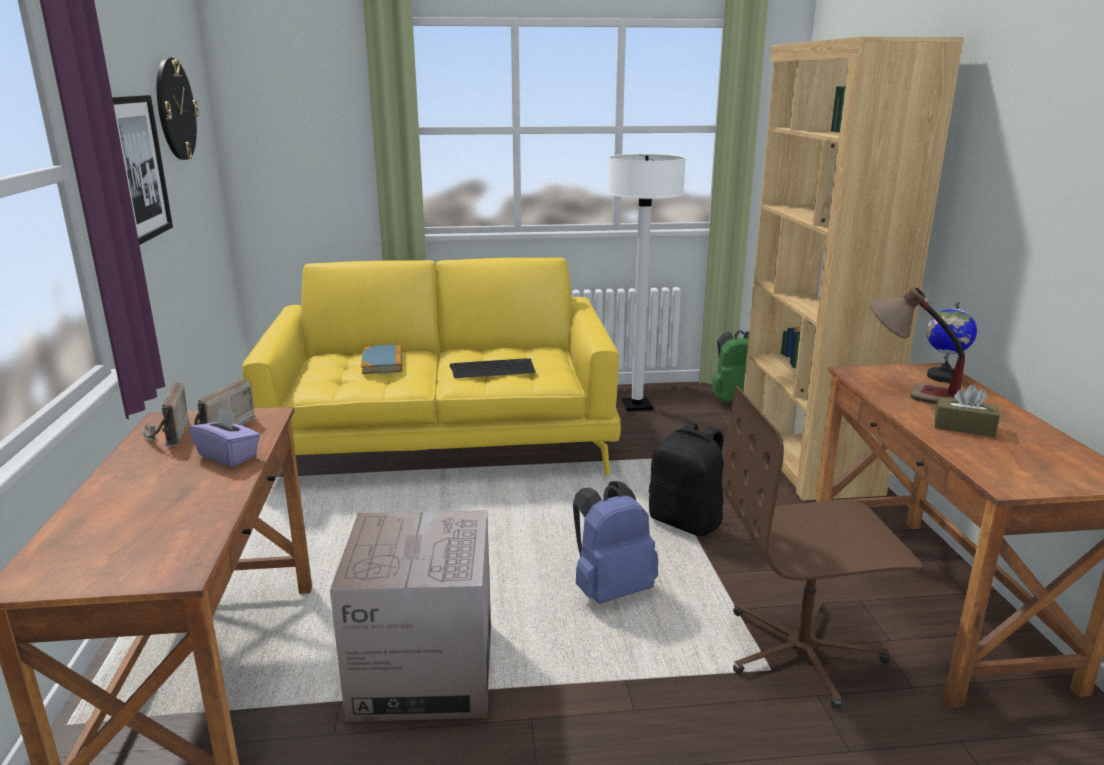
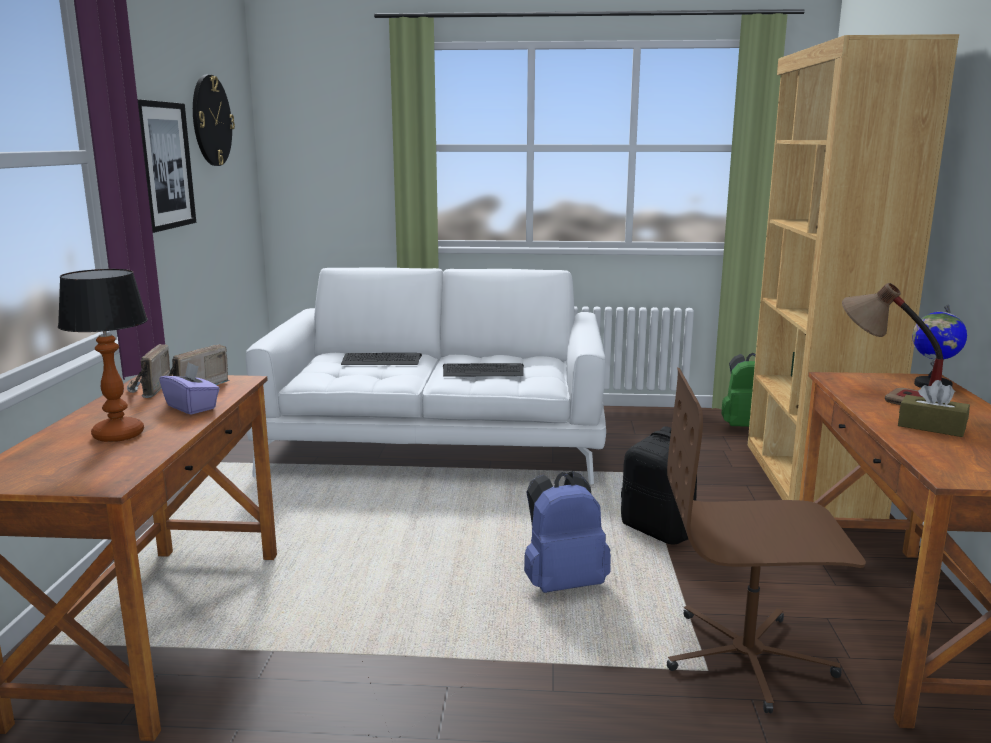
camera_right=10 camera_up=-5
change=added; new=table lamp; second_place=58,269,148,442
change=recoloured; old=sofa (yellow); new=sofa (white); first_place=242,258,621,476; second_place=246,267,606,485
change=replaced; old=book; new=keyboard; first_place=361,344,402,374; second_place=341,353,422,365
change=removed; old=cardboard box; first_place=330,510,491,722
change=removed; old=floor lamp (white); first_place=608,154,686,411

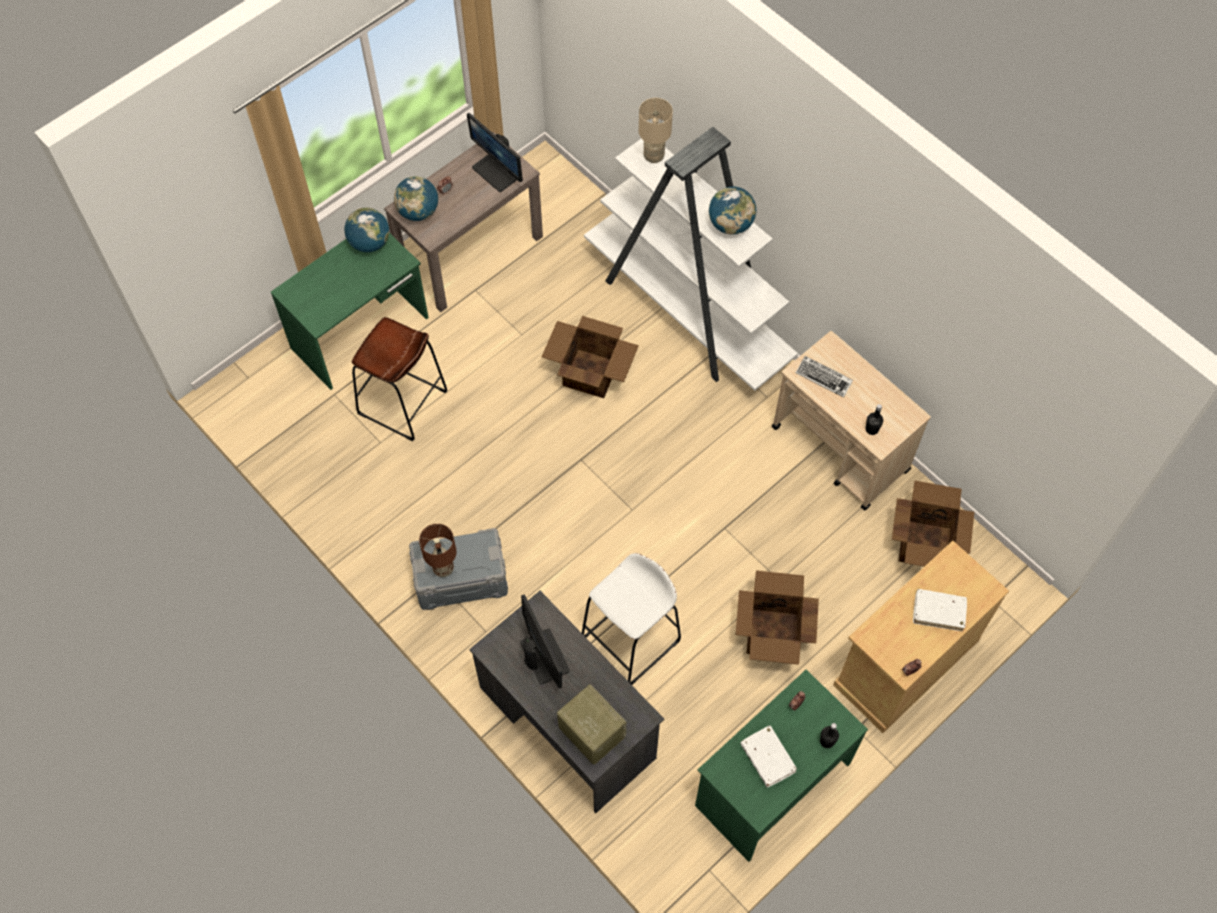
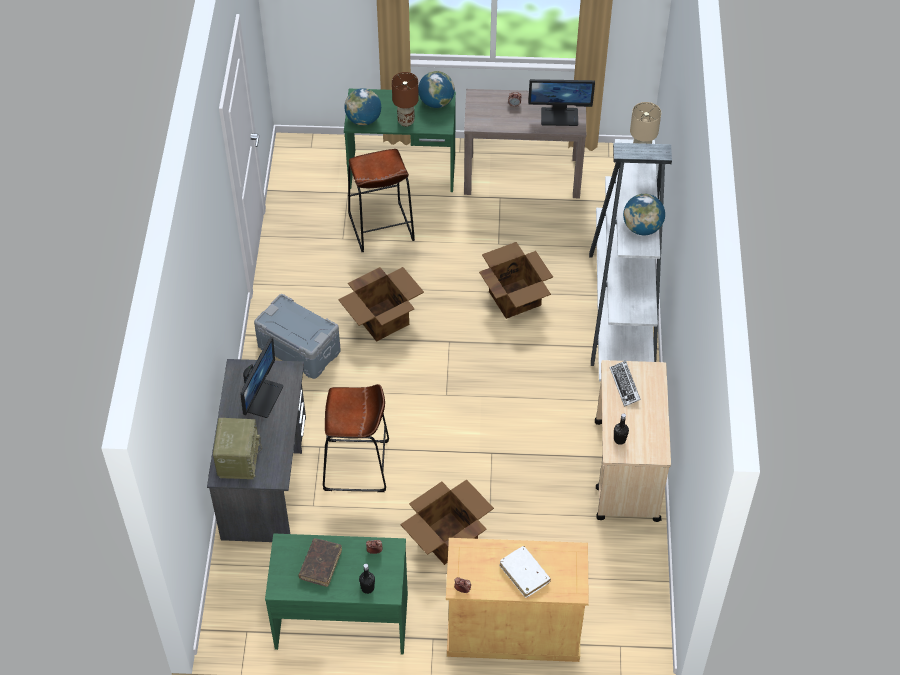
camera_right=45 camera_up=-10
change=recoloured; old=book (white); new=book (brown); first_place=740,725,797,787; second_place=299,538,342,587
change=recoloured; old=stool (white); new=stool (brown); first_place=582,553,681,685; second_place=323,384,389,492
change=moved; old=cardboard box; first_place=892,481,974,567; second_place=338,267,424,342
change=moved; old=globe; first_place=394,176,438,221; second_place=345,88,381,126
change=moved; old=table lamp (brown); first_place=419,524,456,577; second_place=392,72,419,127
change=turned; old=monitor; first_place=467,113,523,192; second_place=528,79,595,126; degrees=-90

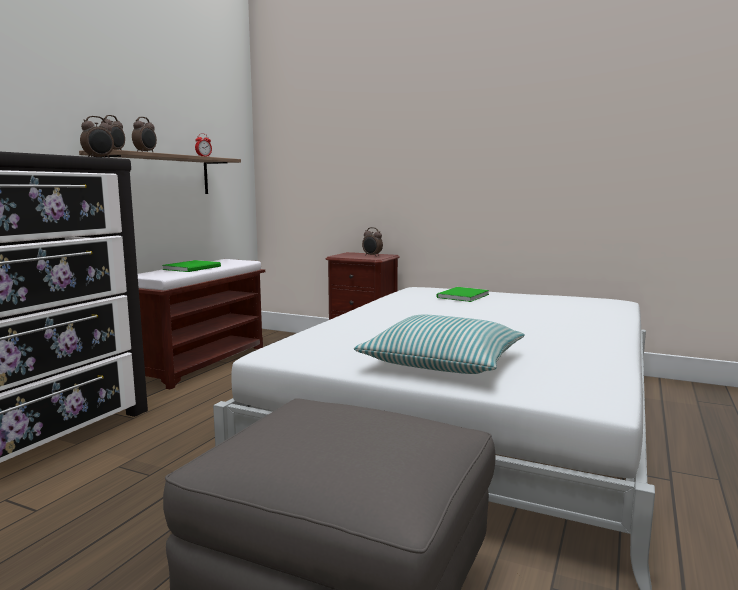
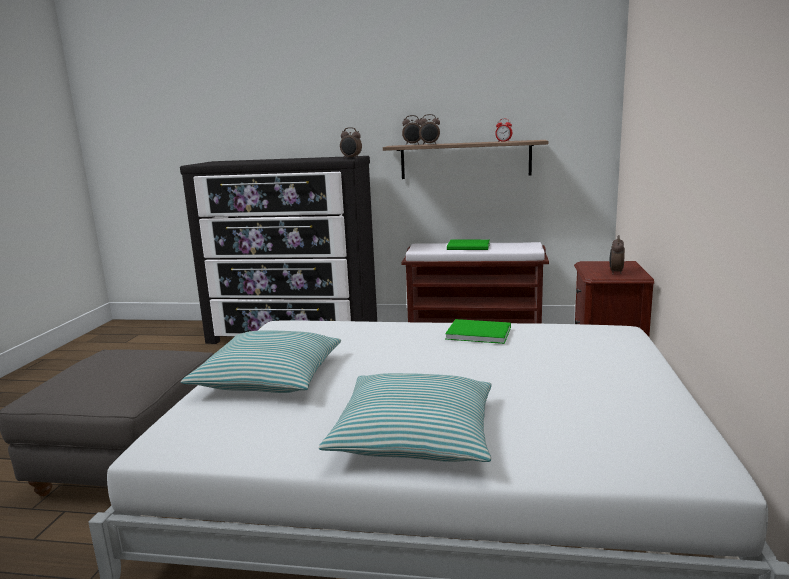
camera_right=75 camera_up=5
change=added; new=pillow; second_place=319,373,492,462
change=moved; old=book (green); first_place=437,287,489,302; second_place=445,319,511,344

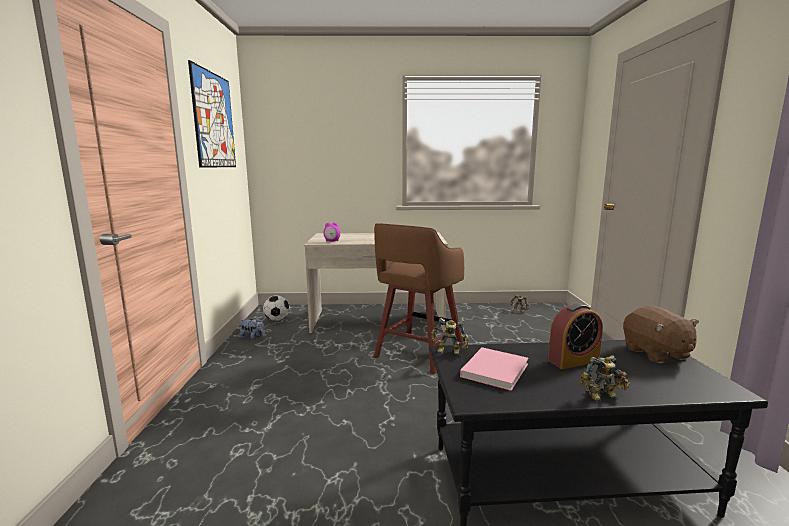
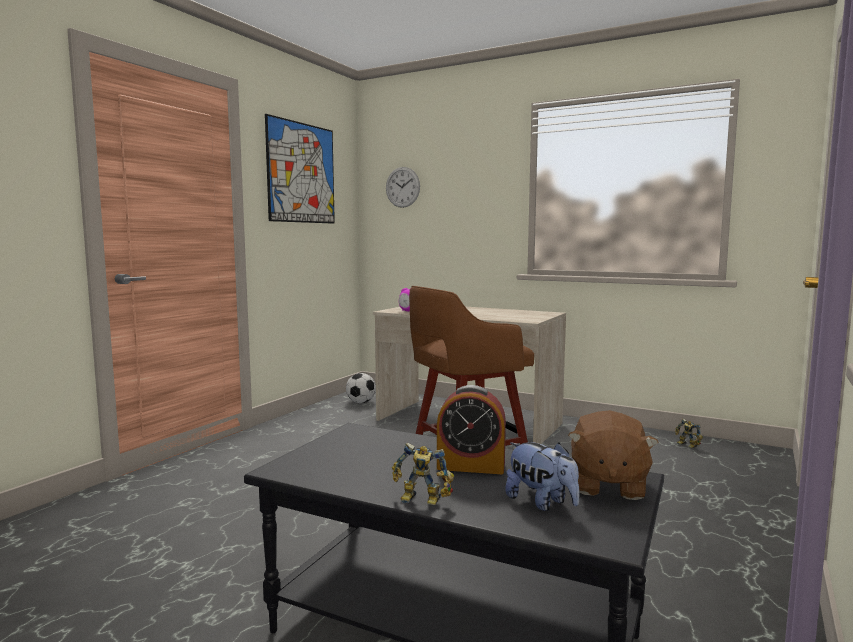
camera_right=30 camera_up=-5
change=added; new=wall clock; second_place=386,167,420,208
change=moved; old=plush toy; first_place=240,317,265,340; second_place=505,442,580,511
change=removed; old=toy robot; first_place=431,318,470,354
change=removed; old=book (pink); first_place=460,347,529,391

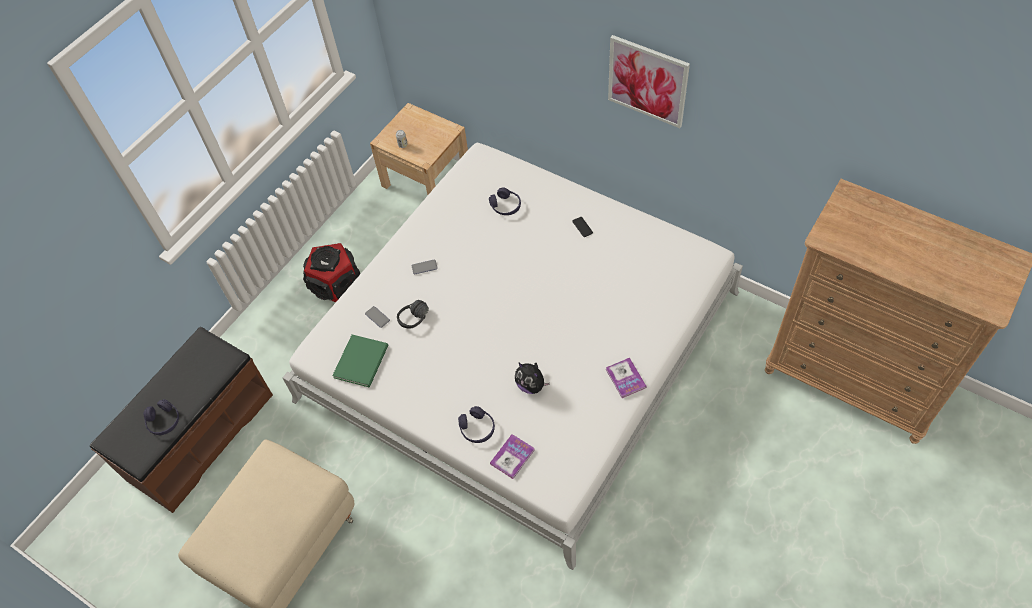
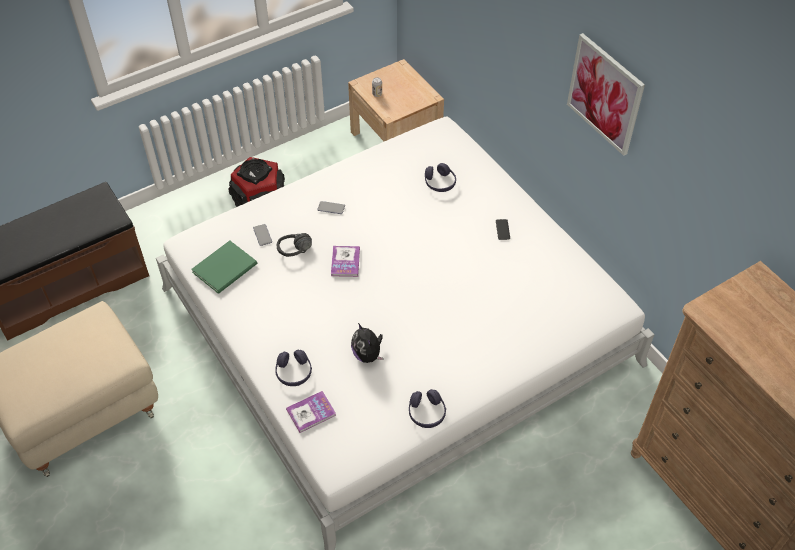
camera_right=20 camera_up=-5
change=moved; old=book; first_place=606,358,647,398; second_place=331,246,360,277
change=moved; old=headphones (purple); first_place=144,399,179,435; second_place=409,389,446,428

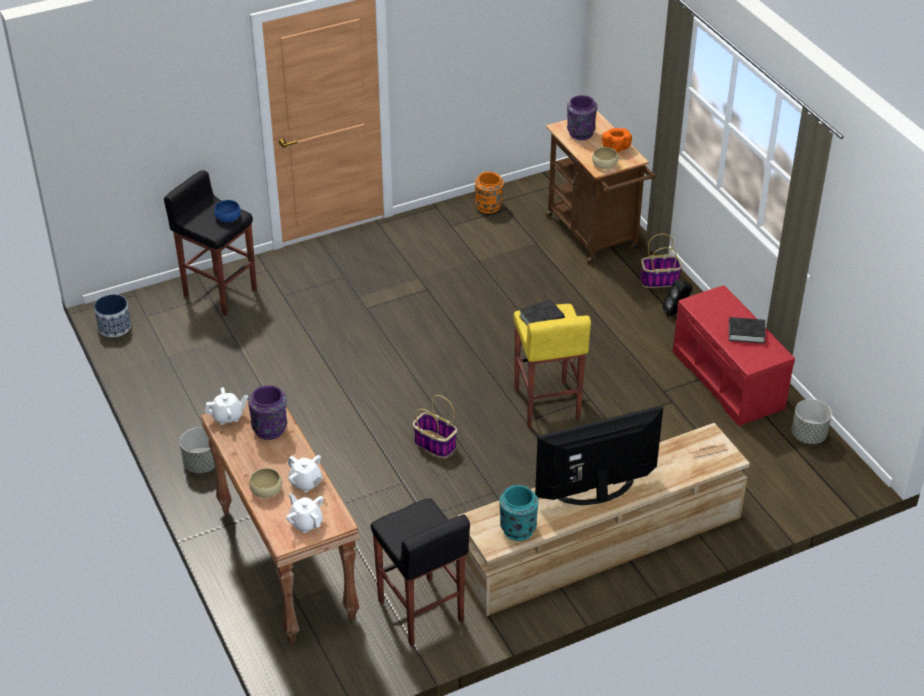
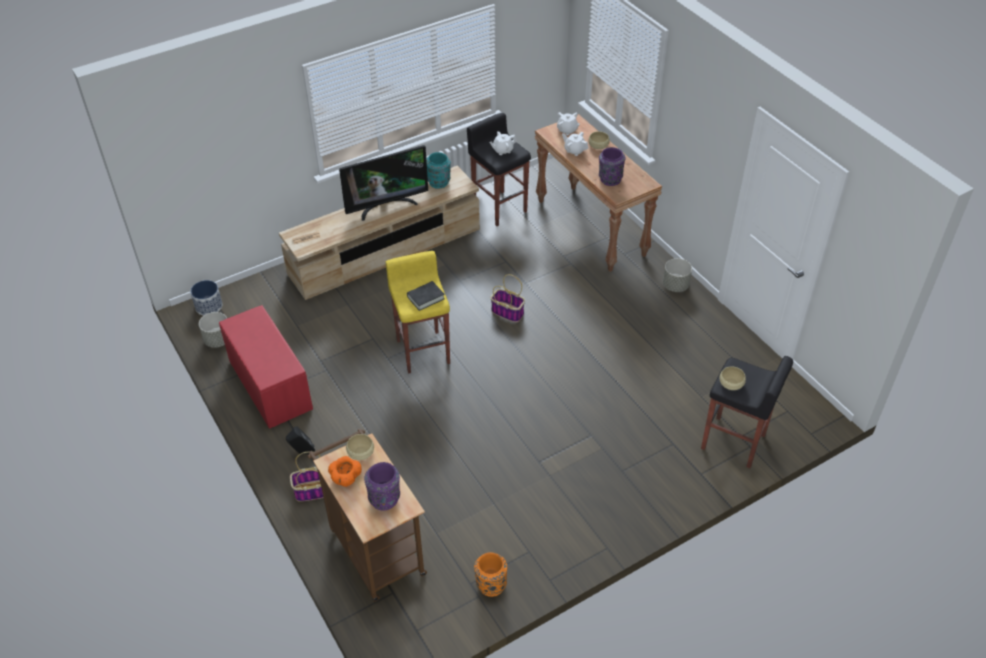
camera_right=175 camera_up=5
change=moved; old=planter; first_place=94,294,131,337; second_place=190,280,223,316
change=moved; old=teapot (white); first_place=205,387,248,425; second_place=489,131,517,155
change=recoloured; old=bowl (blue); new=bowl (beige); first_place=214,200,241,222; second_place=719,366,746,390
change=removed; old=book (black); first_place=729,317,766,343

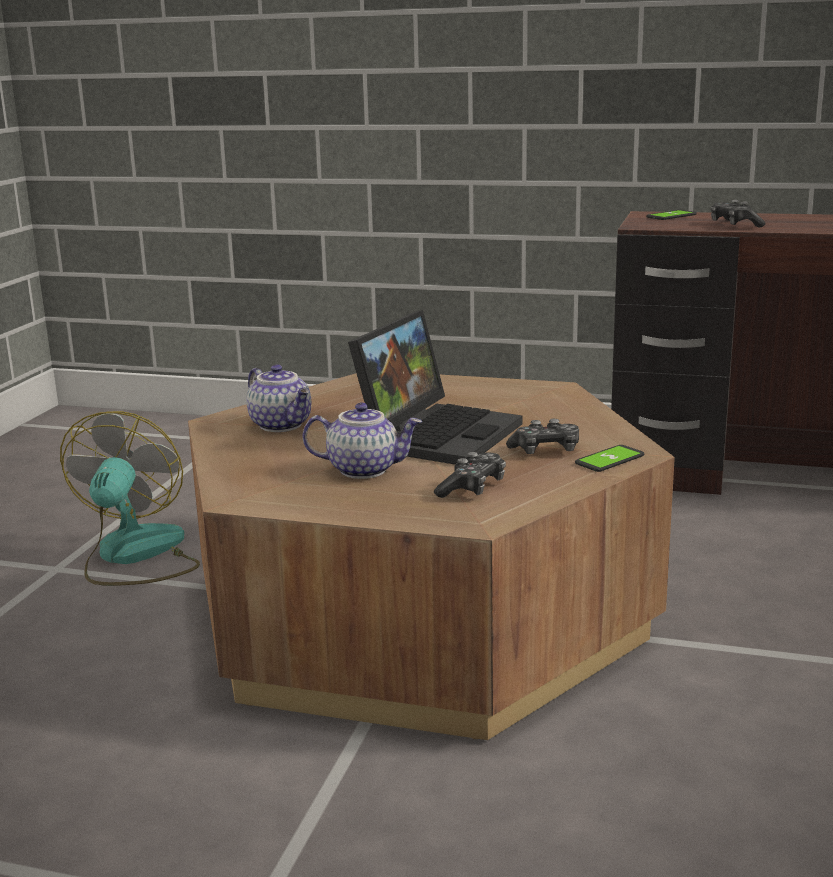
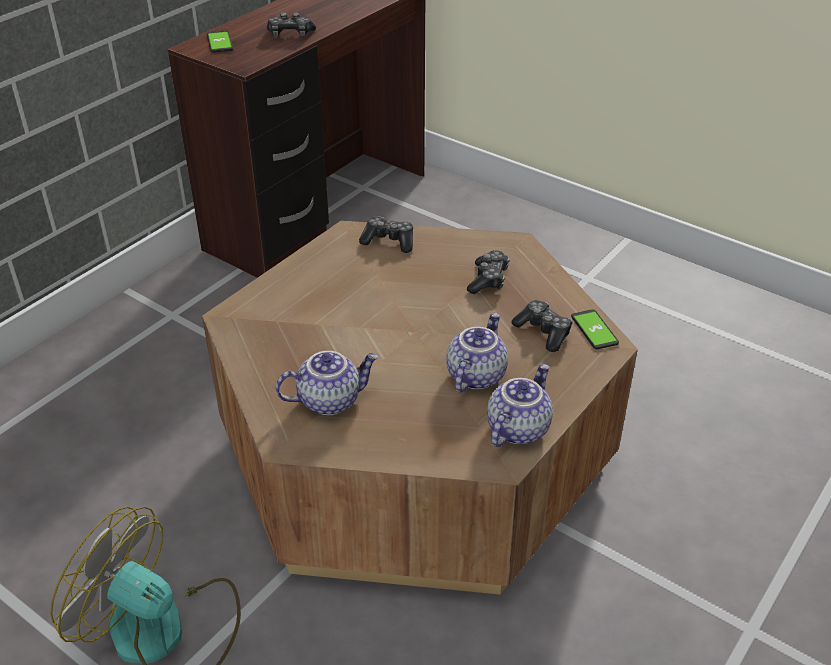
camera_right=-70 camera_up=20
change=added; new=game controller; second_place=359,216,413,253
change=added; new=teapot; second_place=487,364,553,447
change=moved; old=phone; first_place=575,445,644,472; second_place=571,309,619,349
change=removed; old=laptop; first_place=348,310,523,464

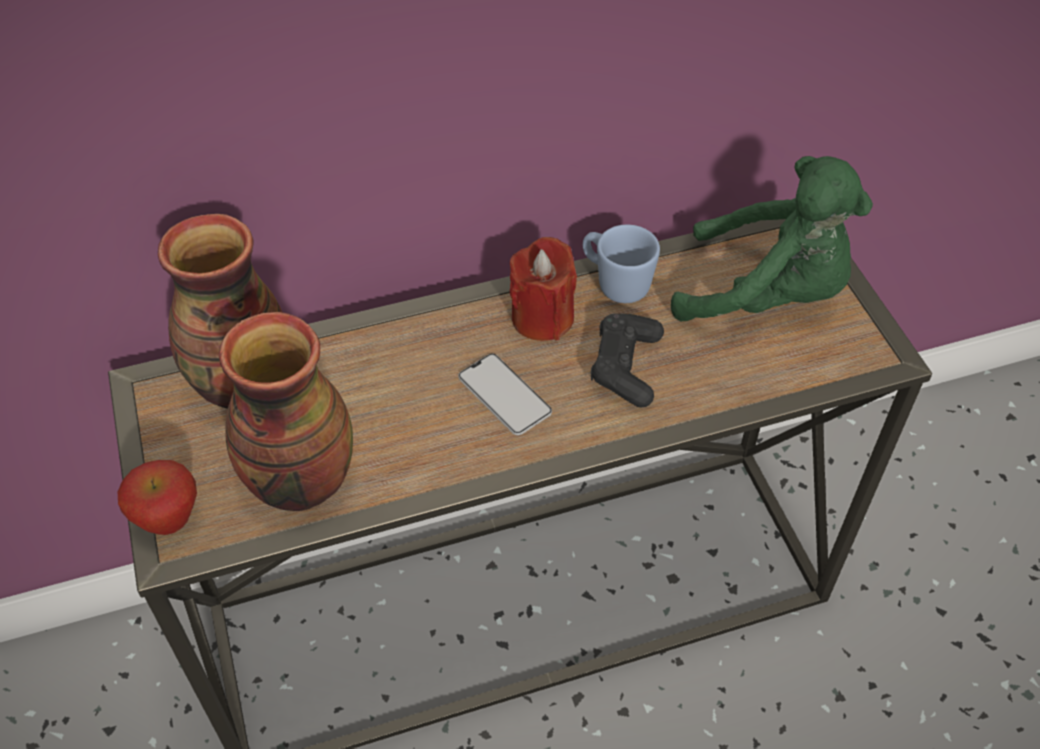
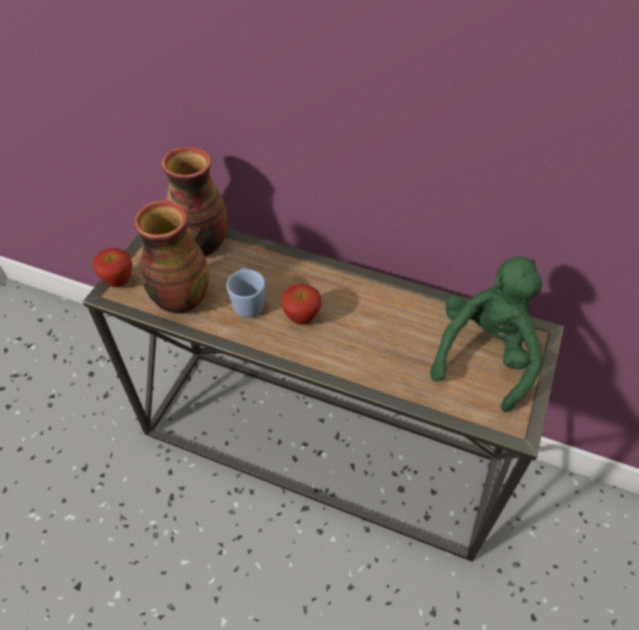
camera_right=40 camera_up=0
change=moved; old=mug (blue); first_place=583,224,660,303; second_place=226,267,265,318
change=replaced; old=phone; new=apple; first_place=458,354,552,436; second_place=282,284,321,325
change=turned; old=plush toy (green); first_place=671,156,873,321; second_place=430,257,543,412; degrees=-120
change=removed; old=candle (red); first_place=510,237,577,341
change=removed; old=game controller (black); first_place=591,314,664,408

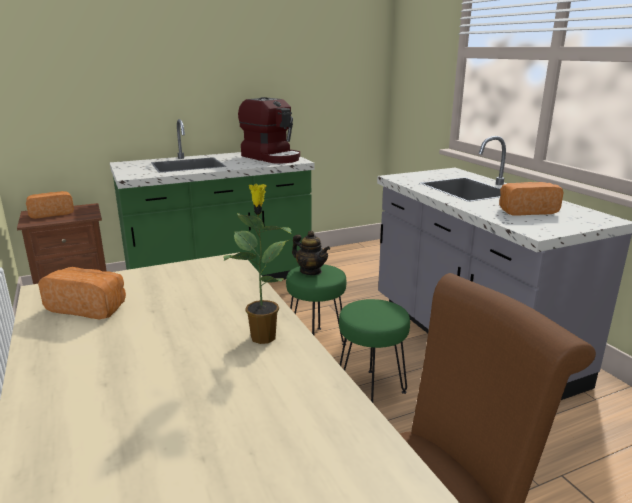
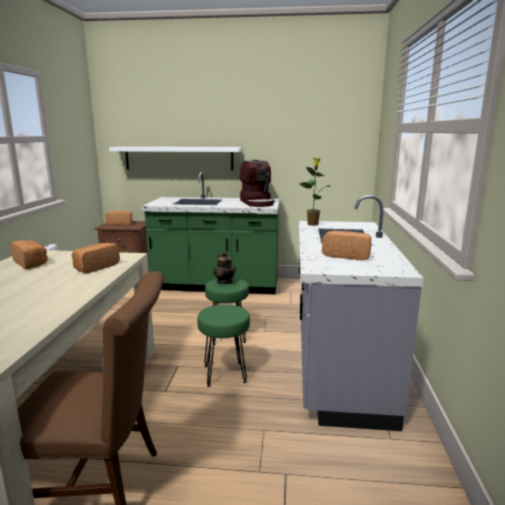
camera_right=30 camera_up=-5
change=added; new=bread; second_place=71,243,120,273
change=added; new=shelf (white); second_place=109,147,242,170
change=moved; old=potted plant; first_place=223,184,292,344; second_place=300,158,330,226

